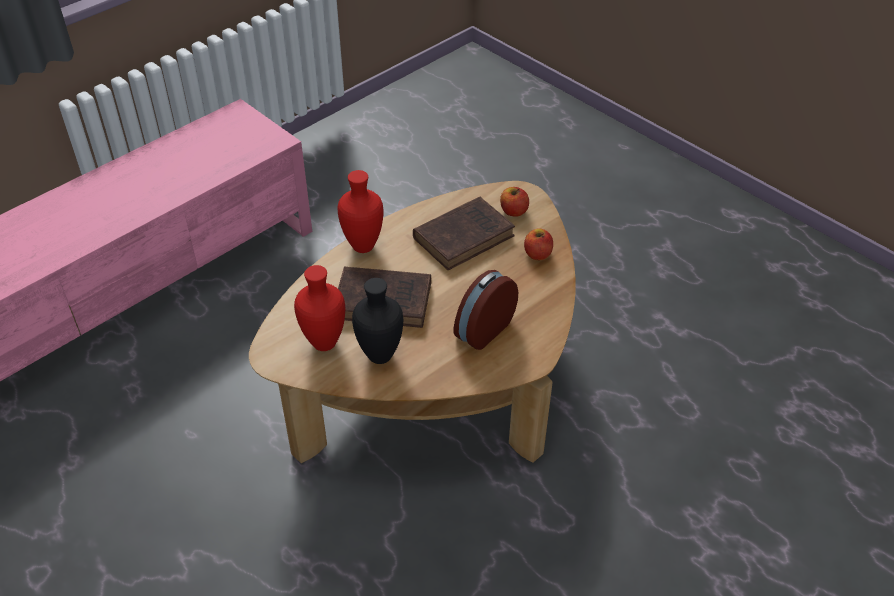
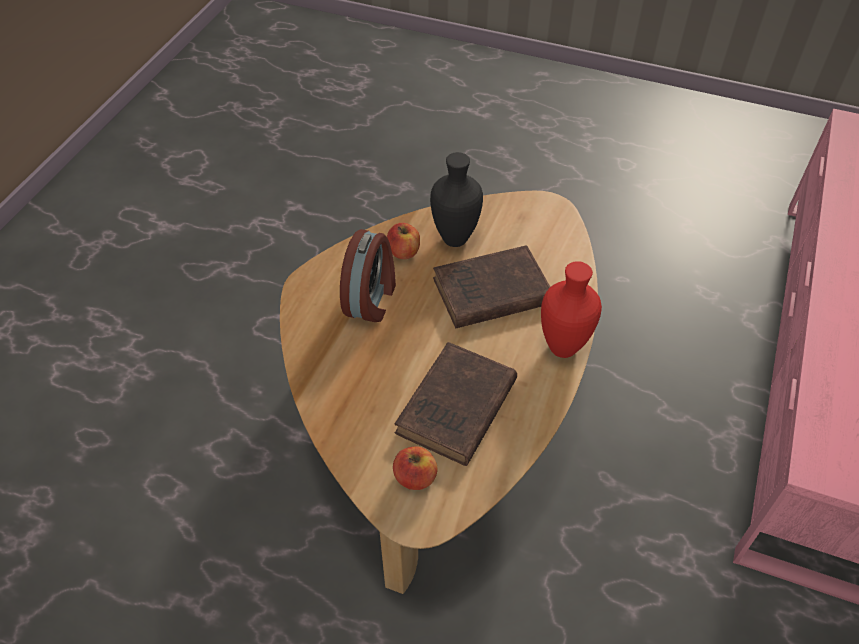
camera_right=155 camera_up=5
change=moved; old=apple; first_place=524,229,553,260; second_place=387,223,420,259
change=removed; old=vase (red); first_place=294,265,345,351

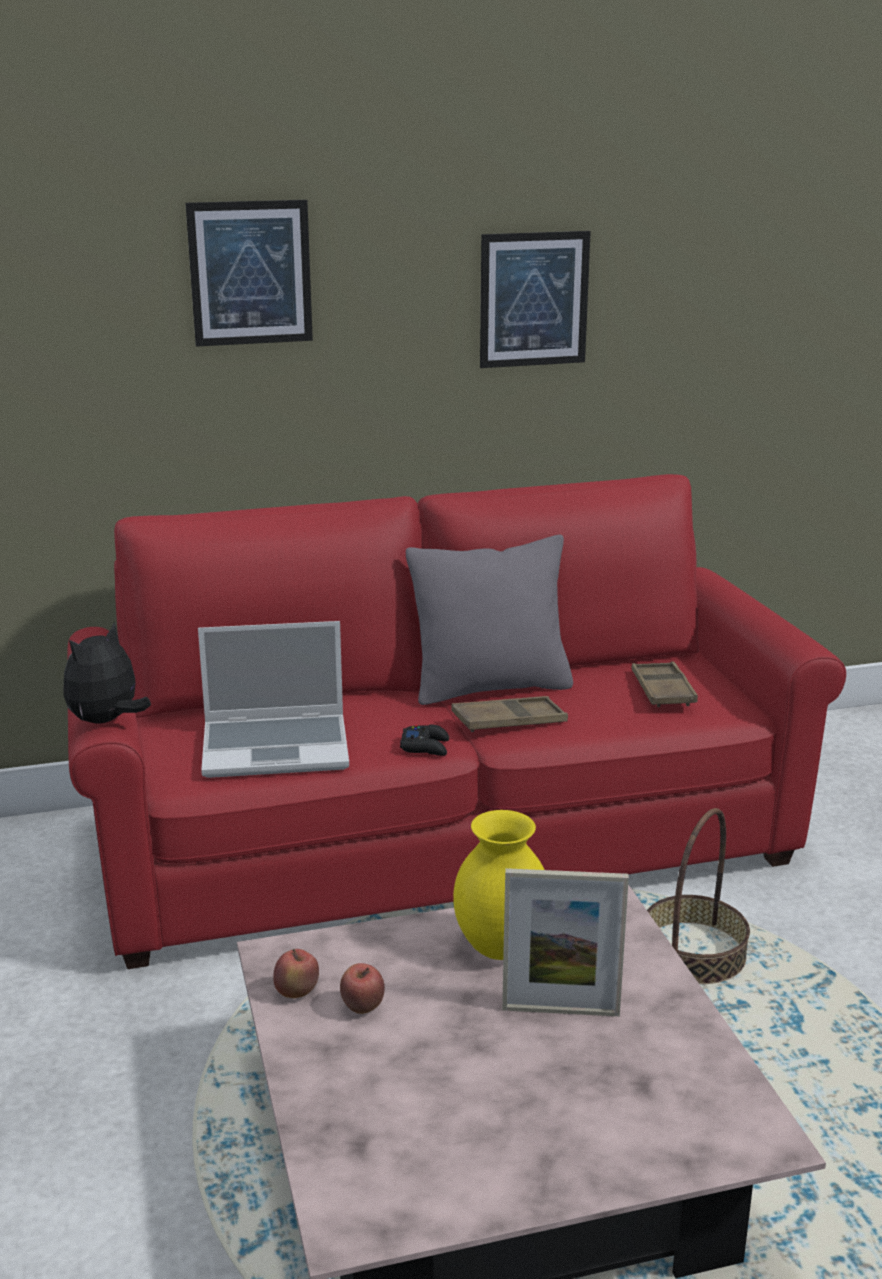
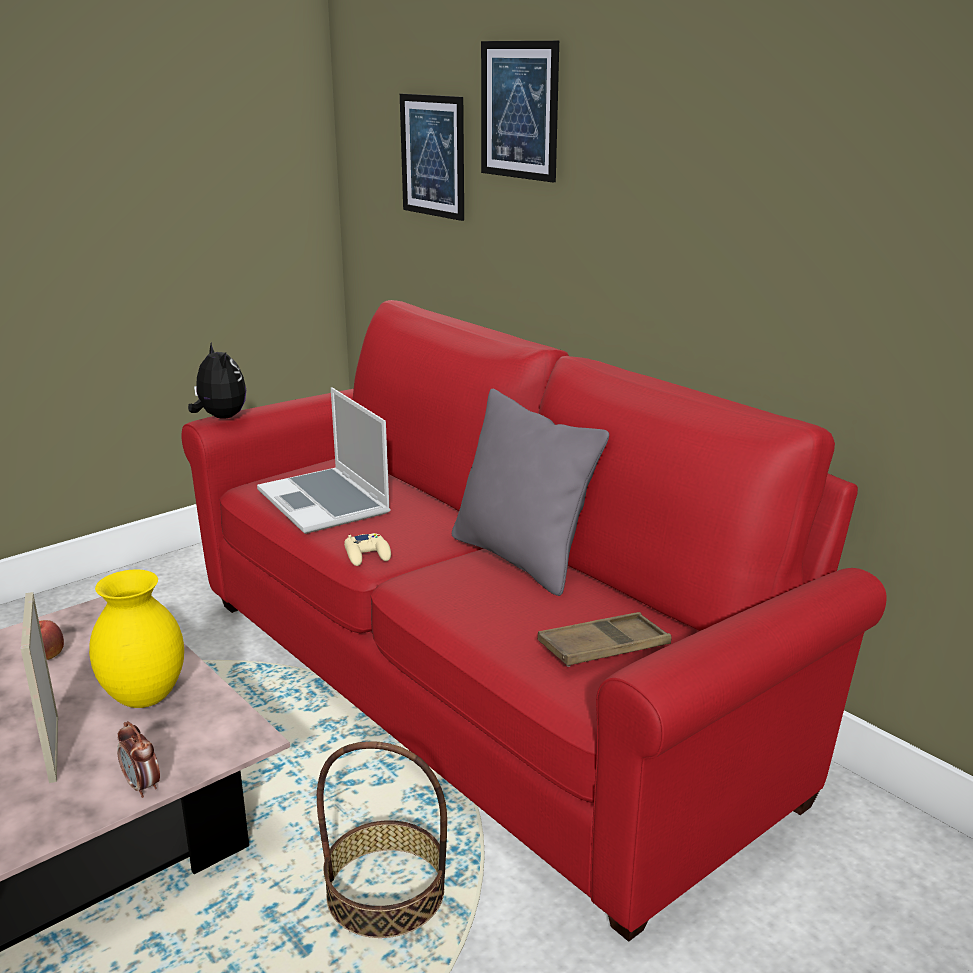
camera_right=65 camera_up=0
change=added; new=alarm clock; second_place=117,721,160,798
change=turned; old=plush toy; first_place=63,622,151,724; second_place=188,343,246,419; degrees=45
change=recoloured; old=game controller (black); new=game controller (beige); first_place=400,724,449,756; second_place=344,533,391,566
change=moved; old=picture; first_place=480,231,591,368; second_place=400,94,464,221
change=removed; old=apple; first_place=273,949,319,998
change=removed; old=tray (brown); first_place=451,696,568,732

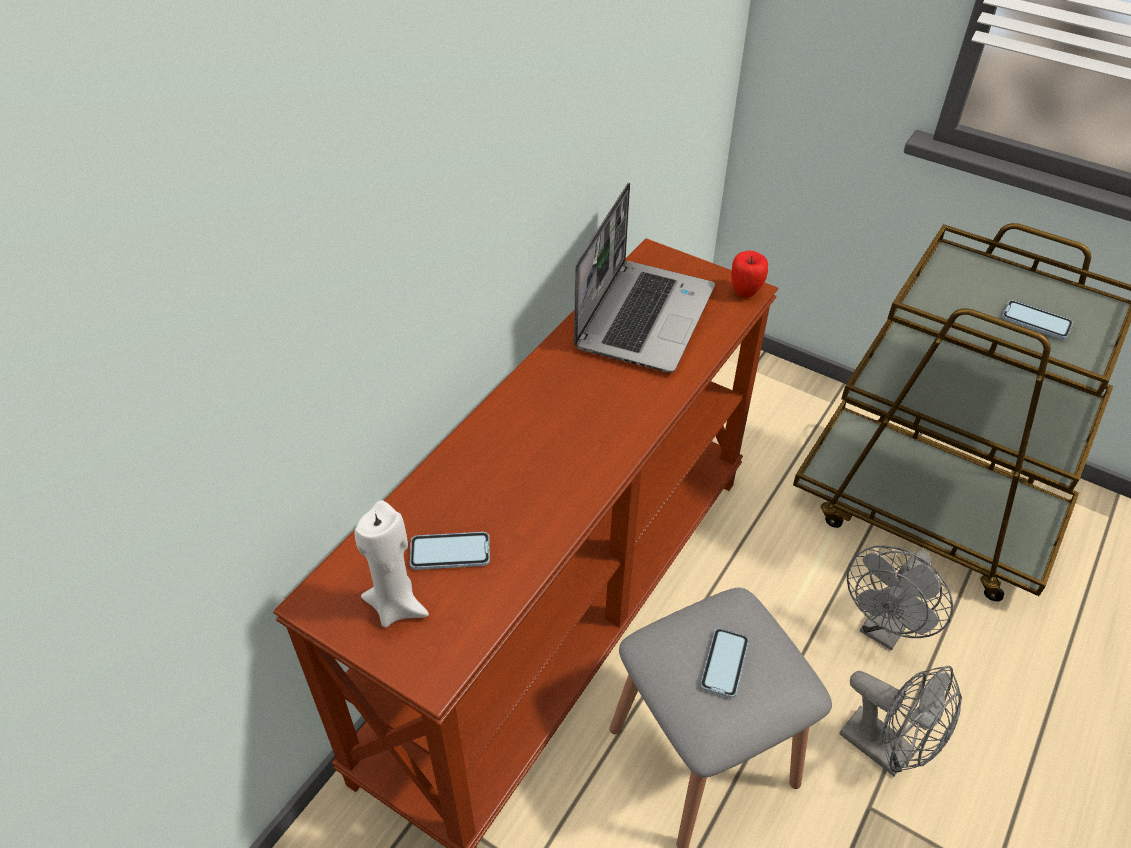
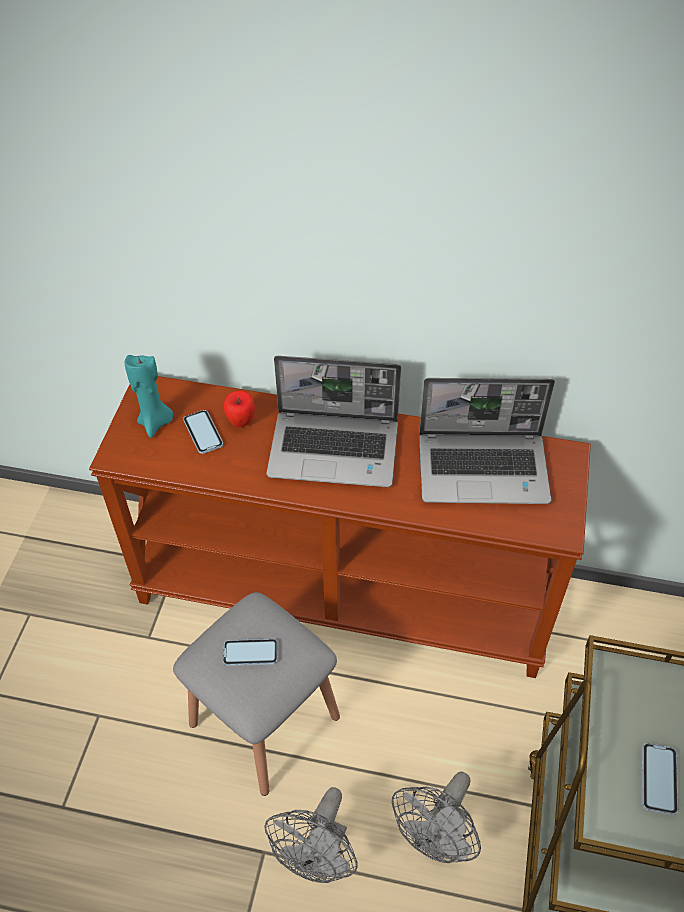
camera_right=70 camera_up=5
change=recoloured; old=candle (white); new=candle (turquoise); first_place=355,500,429,628; second_place=125,355,173,438
change=moved; old=apple; first_place=731,251,768,298; second_place=224,391,255,427
change=added; new=laptop; second_place=267,356,401,487
change=turned; old=fan (grey); first_place=847,546,953,650; second_place=392,771,481,863; degrees=-75

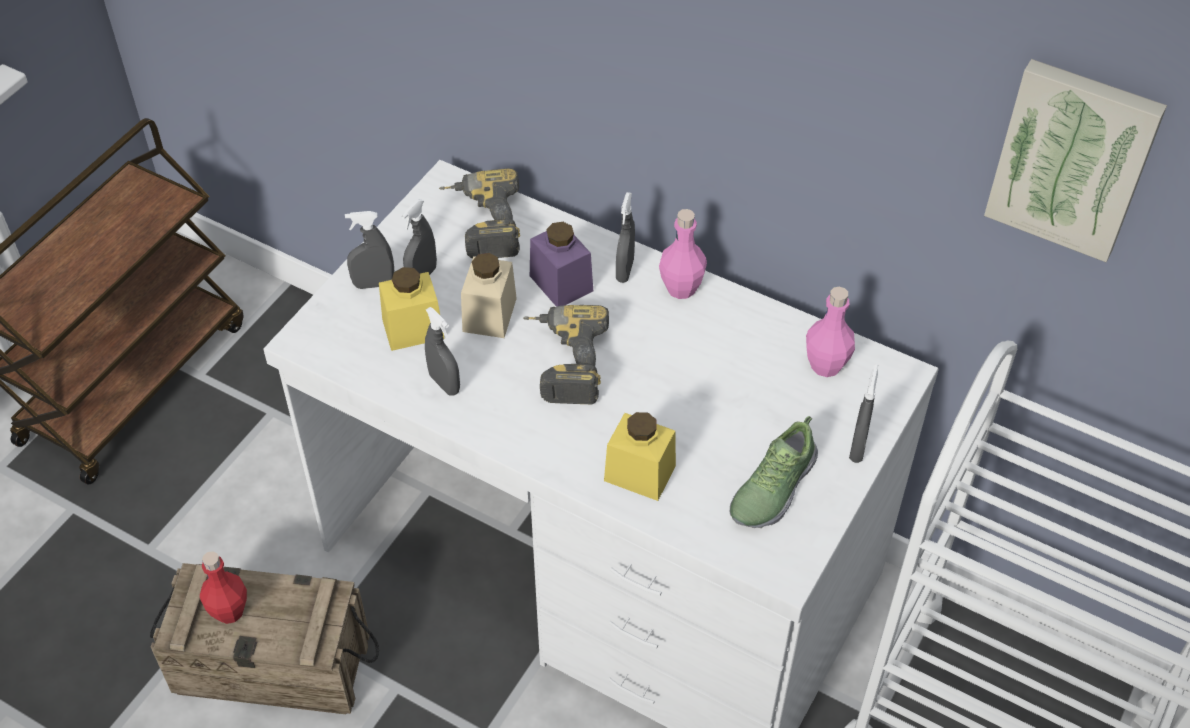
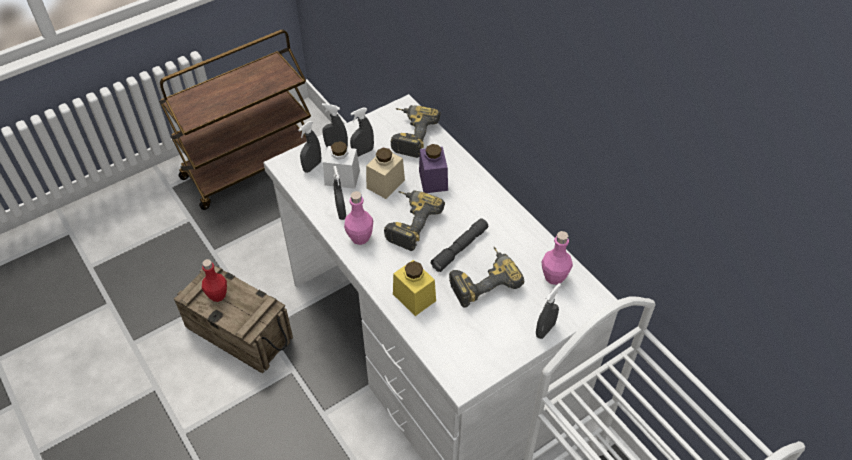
camera_right=25 camera_up=0
change=moved; old=spray bottle (grey); first_place=616,192,635,283; second_place=298,121,321,173
change=recoloured; old=jar (yellow); new=jar (white); first_place=379,267,445,351; second_place=323,141,360,189
change=moved; old=bottle (pink); first_place=659,209,707,299; second_place=344,191,373,245
change=added; new=flashlight (grey); second_place=431,218,488,272
change=added; new=power drill; second_place=449,247,524,308
change=removed; old=shoe; first_place=730,416,818,528
change=removed; old=picture; first_place=984,59,1167,262

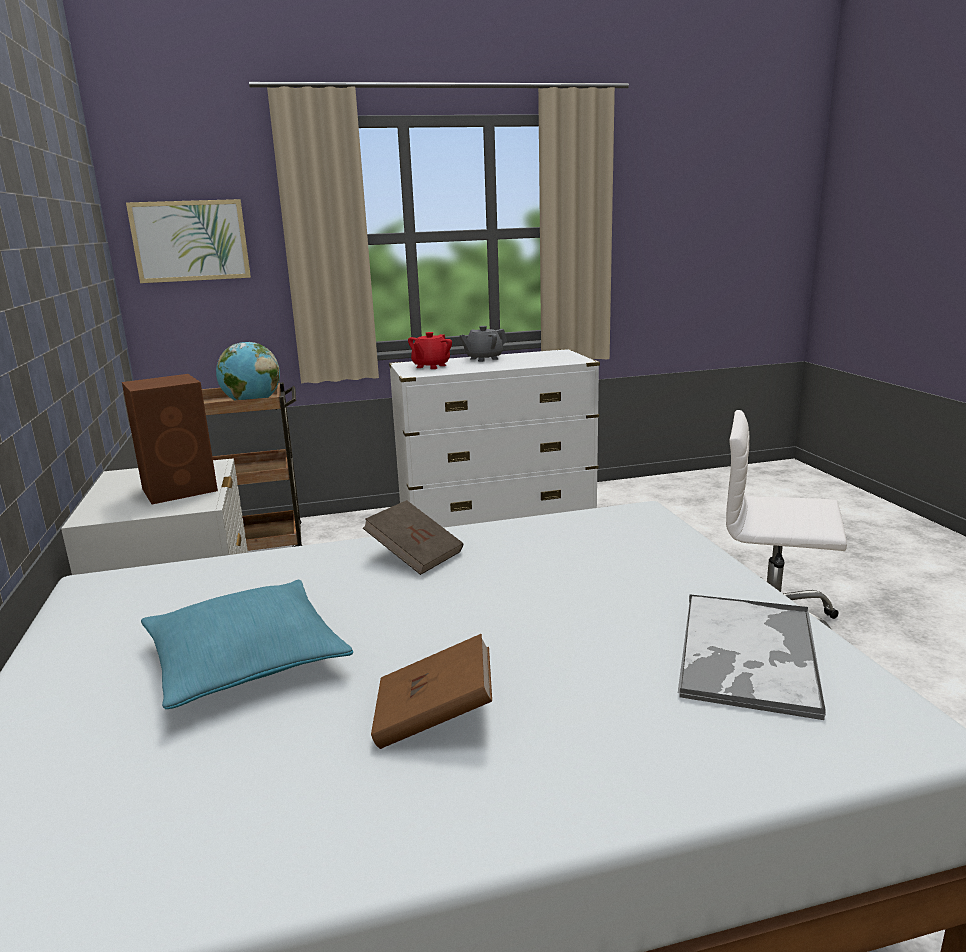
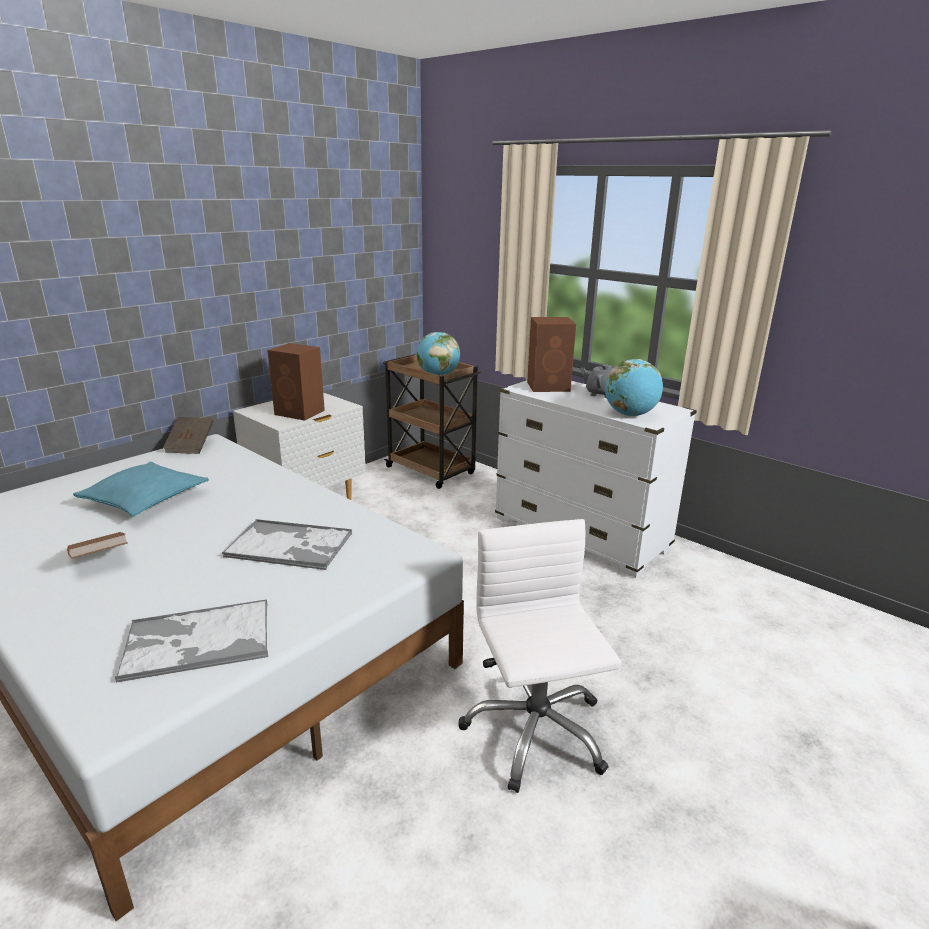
camera_right=55 camera_up=5
change=moved; old=book (brown); first_place=363,500,463,575; second_place=163,417,213,454
change=added; new=tray; second_place=222,519,352,570
change=replaced; old=teapot (red); new=speaker (brown); first_place=408,332,452,369; second_place=527,317,576,392
change=added; new=globe; second_place=605,359,663,416
change=removed; old=picture; first_place=126,199,251,283

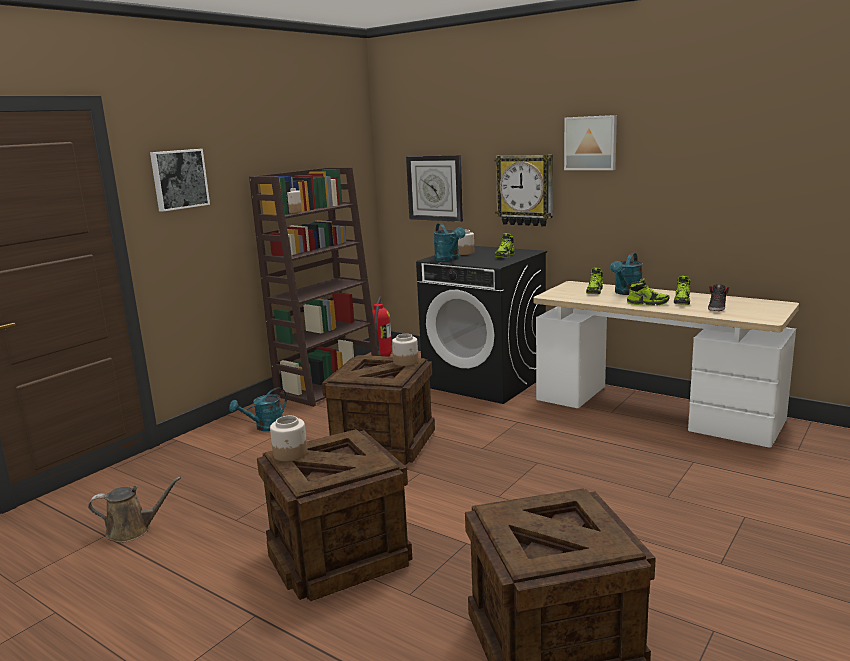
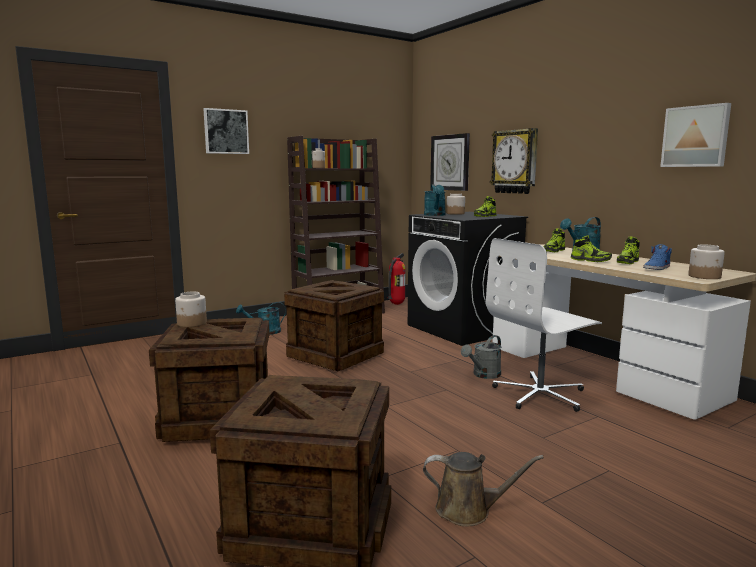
camera_right=20 camera_up=-5
change=moved; old=watering can (brown); first_place=88,477,181,543; second_place=423,452,544,526
change=added; new=watering can (grey); second_place=461,335,501,379
change=added; new=office chair (white); second_place=486,238,602,412
change=recoloured; old=shoe (black); new=shoe (blue); first_place=708,284,729,311; second_place=643,244,672,270
change=moved; old=picture; first_place=564,115,617,170; second_place=660,103,731,167
change=moved; old=jar; first_place=392,334,418,366; second_place=688,244,725,279

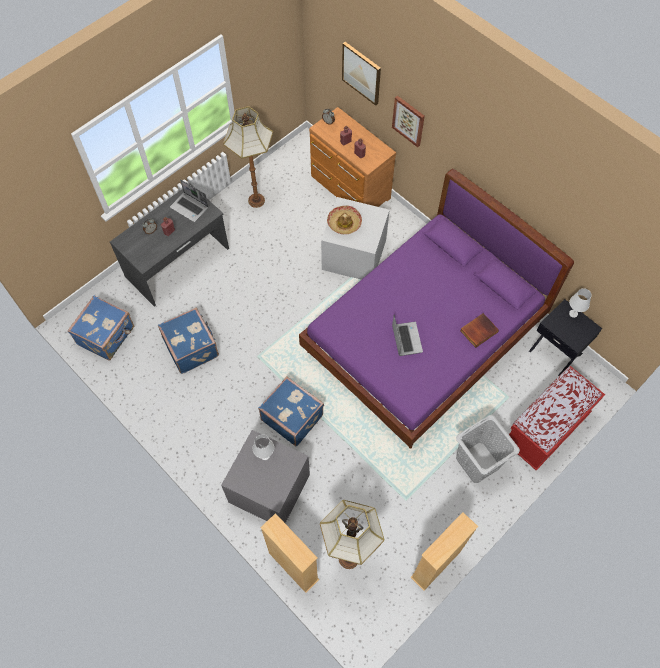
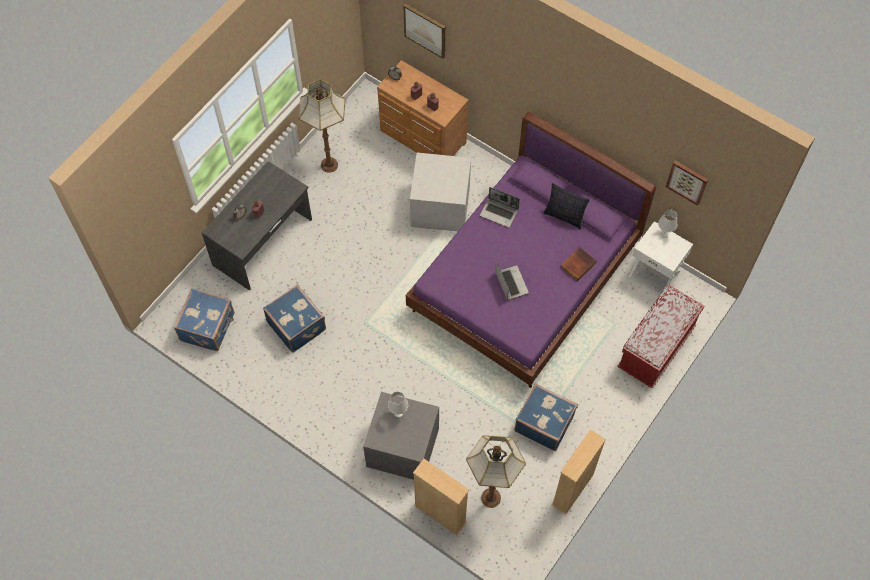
camera_right=-10 camera_up=0
change=moved; old=laptop; first_place=170,179,209,222; second_place=480,187,520,228
change=moved; old=suitcase (blue); first_place=258,376,324,446; second_place=514,384,578,451
change=added; new=pillow; second_place=543,183,590,229
change=recoloured; old=nightstand (black); new=nightstand (white); first_place=529,299,602,376; second_place=629,221,693,292
change=moved; old=picture; first_place=392,96,425,147; second_place=666,160,708,206
change=removed; old=hat; first_place=327,206,362,234
change=removed; old=laundry basket (grey); first_place=456,415,520,483

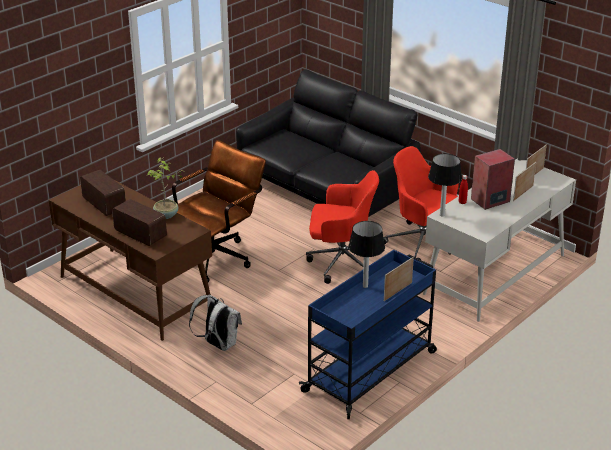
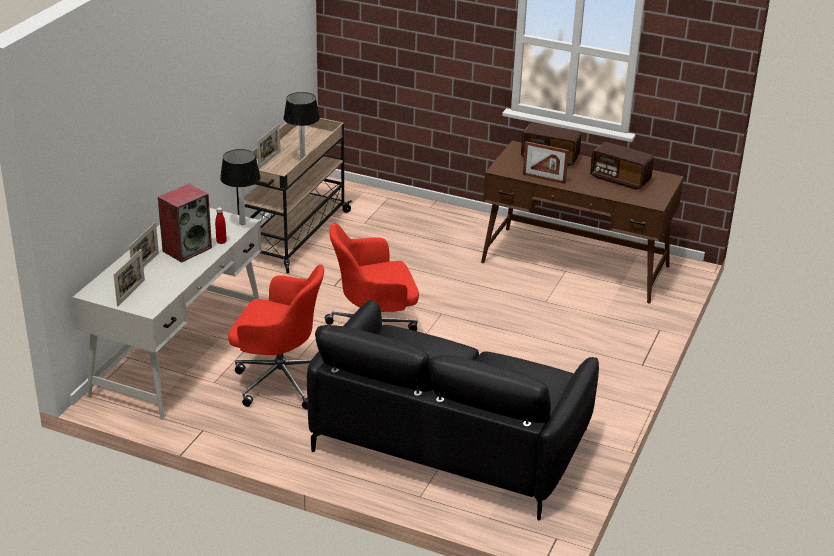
camera_right=160 camera_up=0
change=recoloured; old=cart (blue); new=cart (beige); first_place=299,250,437,419; second_place=236,118,353,273
change=replaced; old=potted plant; new=picture frame; first_place=146,157,183,219; second_place=523,141,569,184
change=removed; old=office chair (brown); first_place=172,140,266,282
change=removed; old=backpack (white); first_place=189,294,242,351

